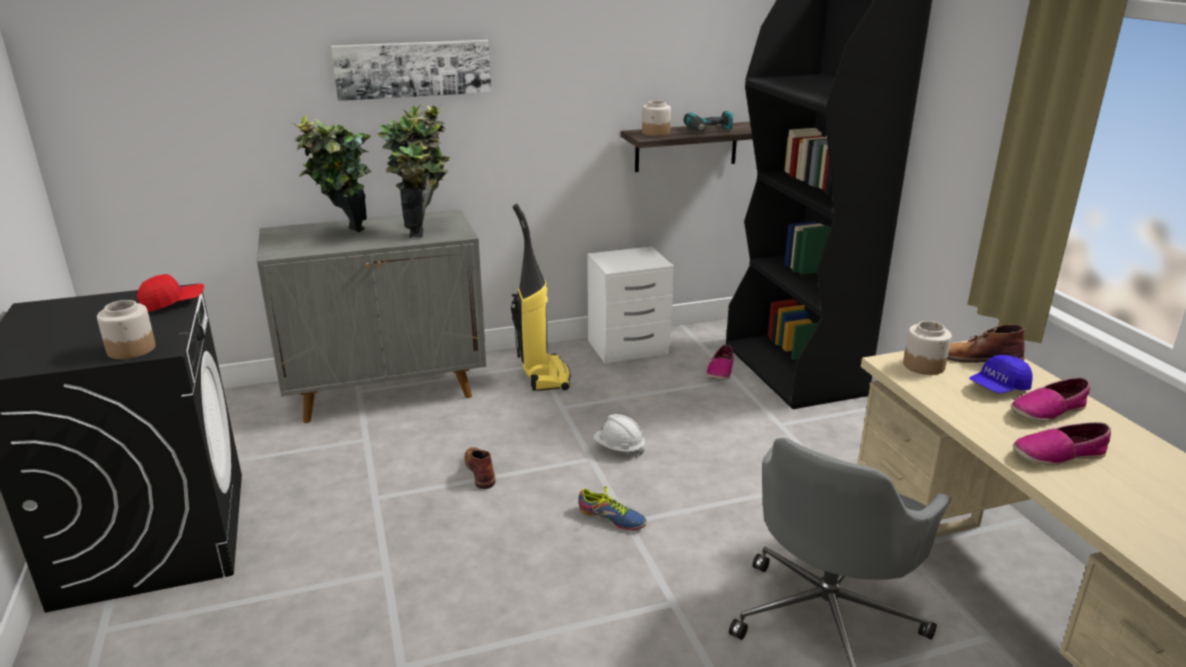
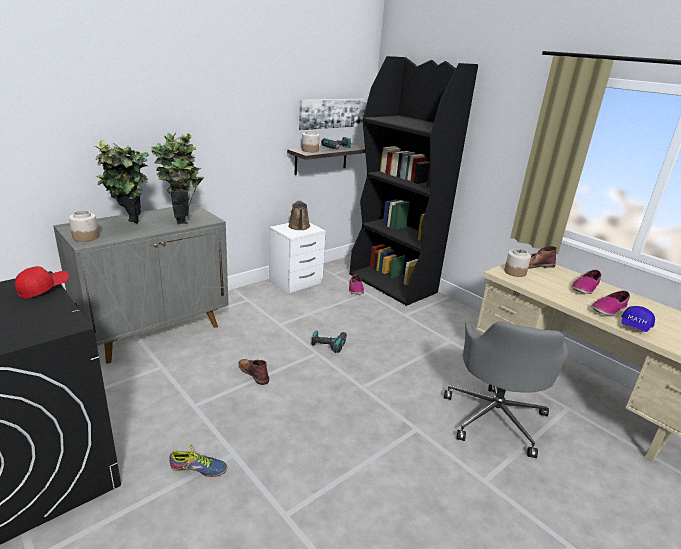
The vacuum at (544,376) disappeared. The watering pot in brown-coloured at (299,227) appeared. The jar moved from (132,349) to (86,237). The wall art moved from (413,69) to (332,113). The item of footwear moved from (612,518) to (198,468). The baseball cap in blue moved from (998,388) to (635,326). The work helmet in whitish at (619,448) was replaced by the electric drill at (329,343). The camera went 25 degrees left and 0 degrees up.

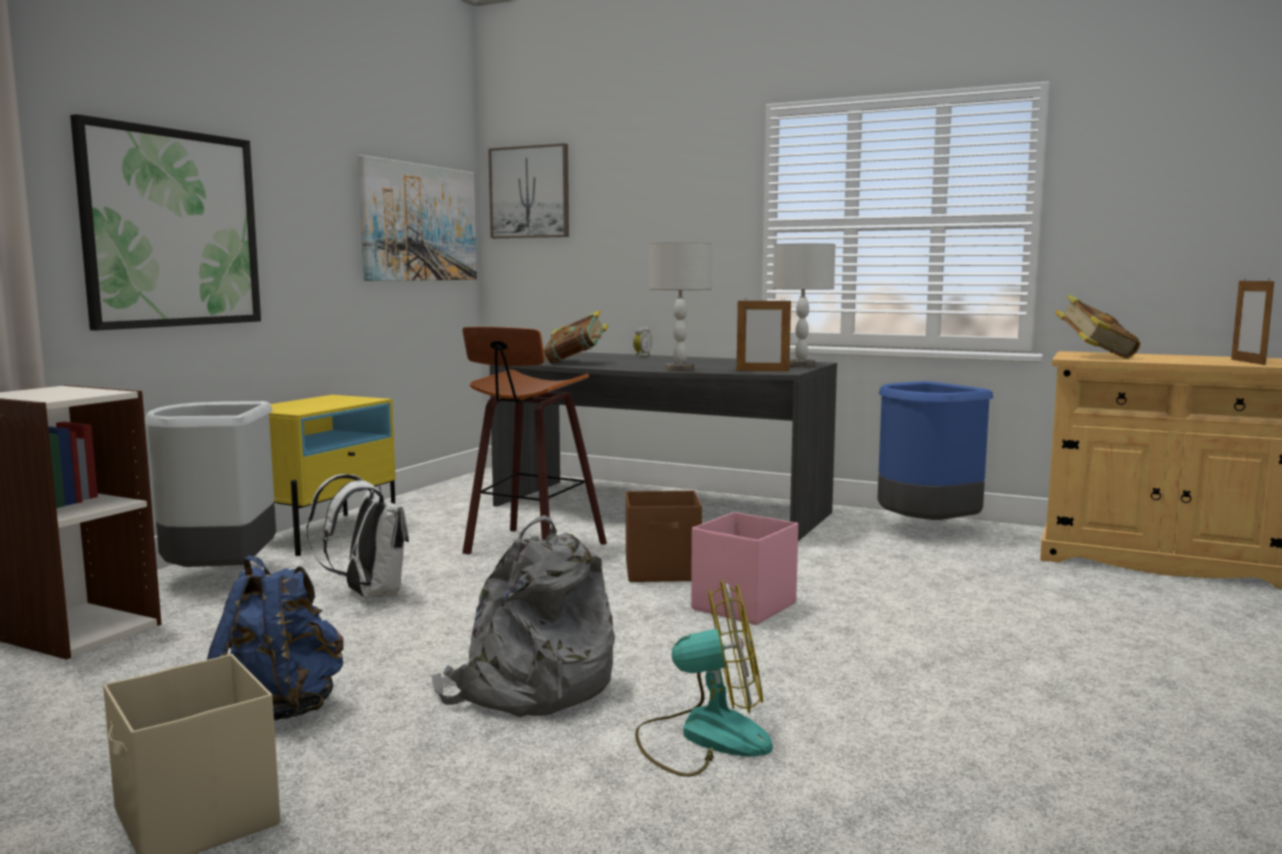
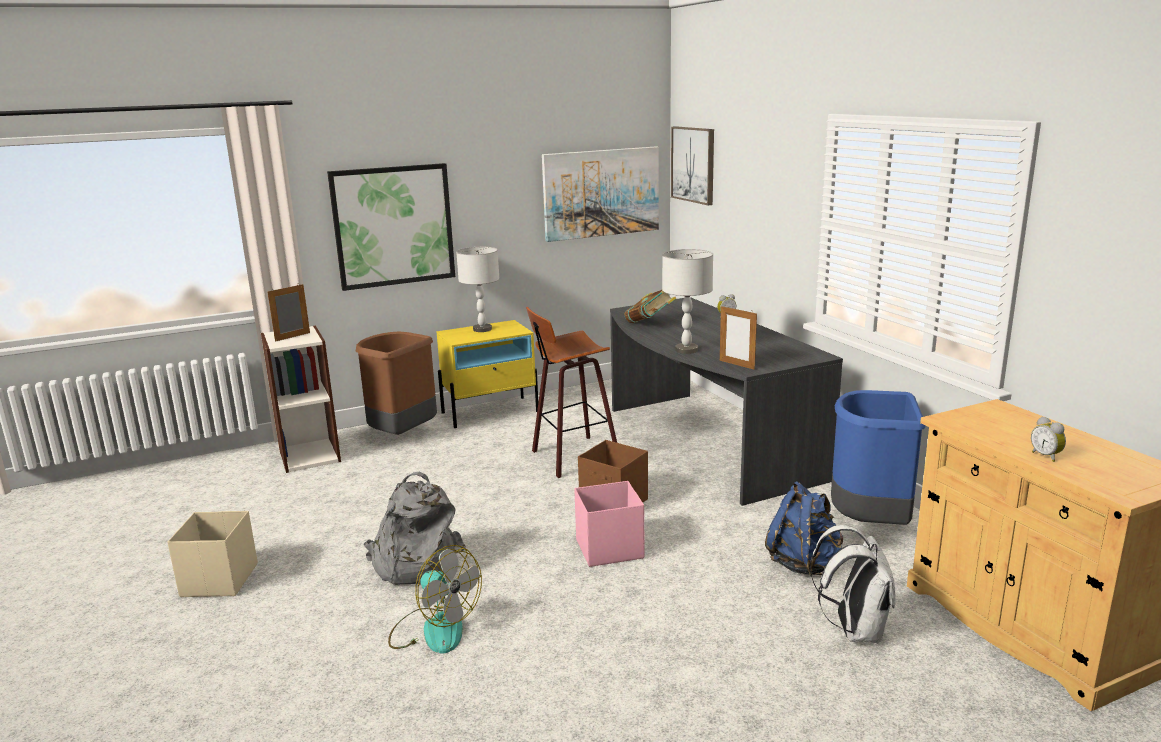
The book at (1094,356) disappeared. The bedside clock at (1046,456) appeared. The rucksack in blue moved from (281,708) to (804,564). The rucksack in whitish moved from (368,594) to (854,630). The table lamp in greyish moved from (801,365) to (482,329). The standing frame moved from (1248,362) to (292,337). The rubbish bin in greyish at (221,578) became the rubbish bin in brown-coloured at (401,436). The camera went 40 degrees right and 10 degrees up.

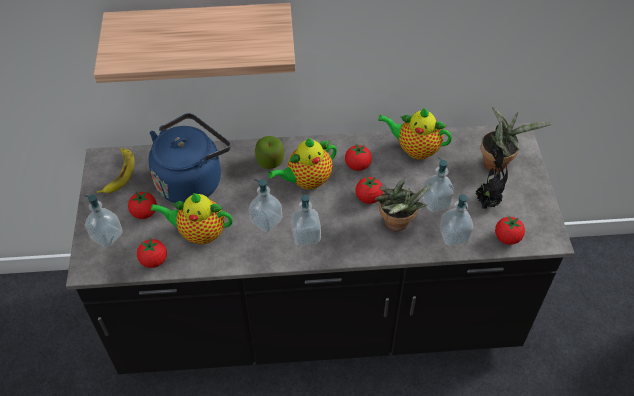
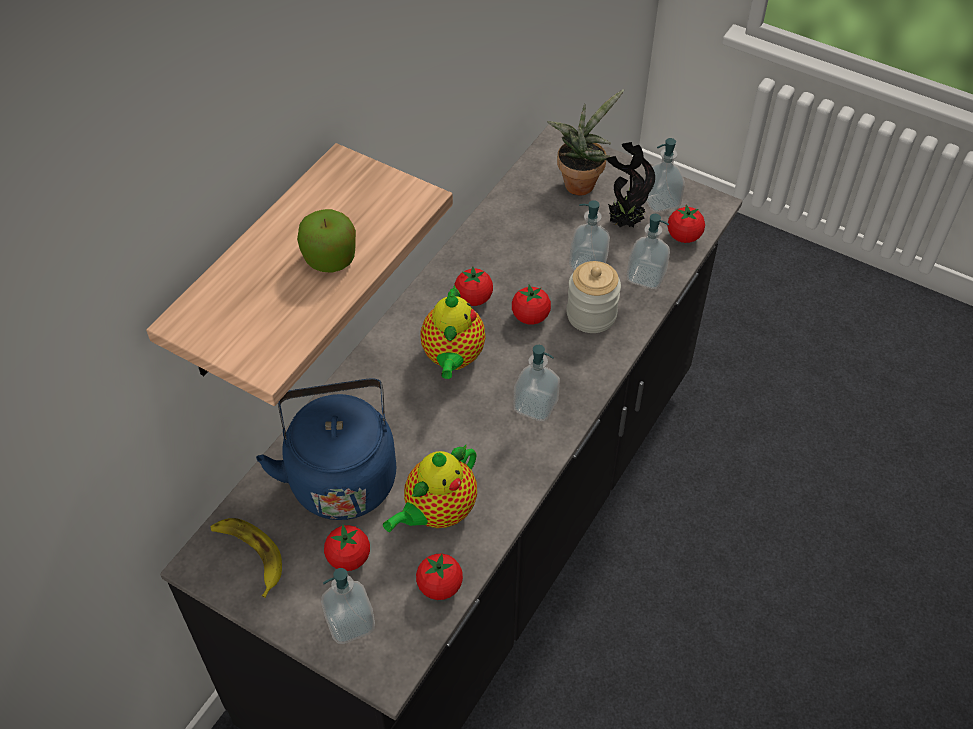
The teapot at (415,149) disappeared. The soap dispenser moved from (266,221) to (661,201). The apple fruit moved from (270,161) to (330,258). The plant in a pot at (397,225) was replaced by the jar at (591,315). The camera went 55 degrees left and 0 degrees up.

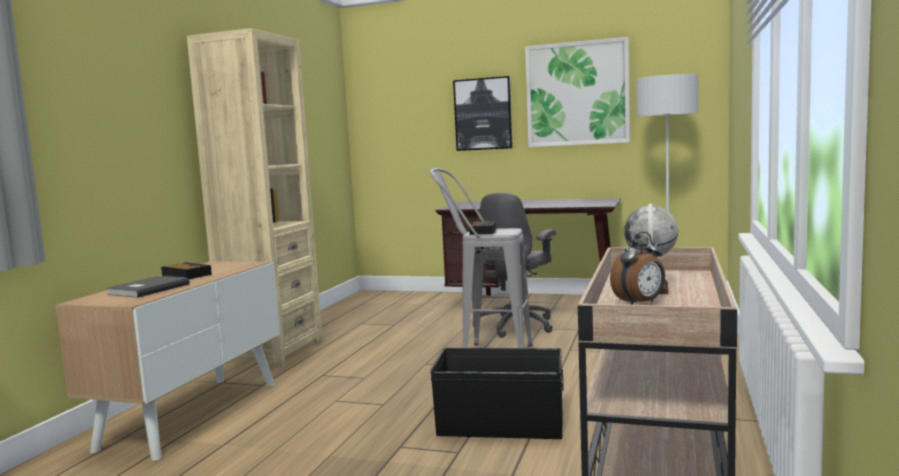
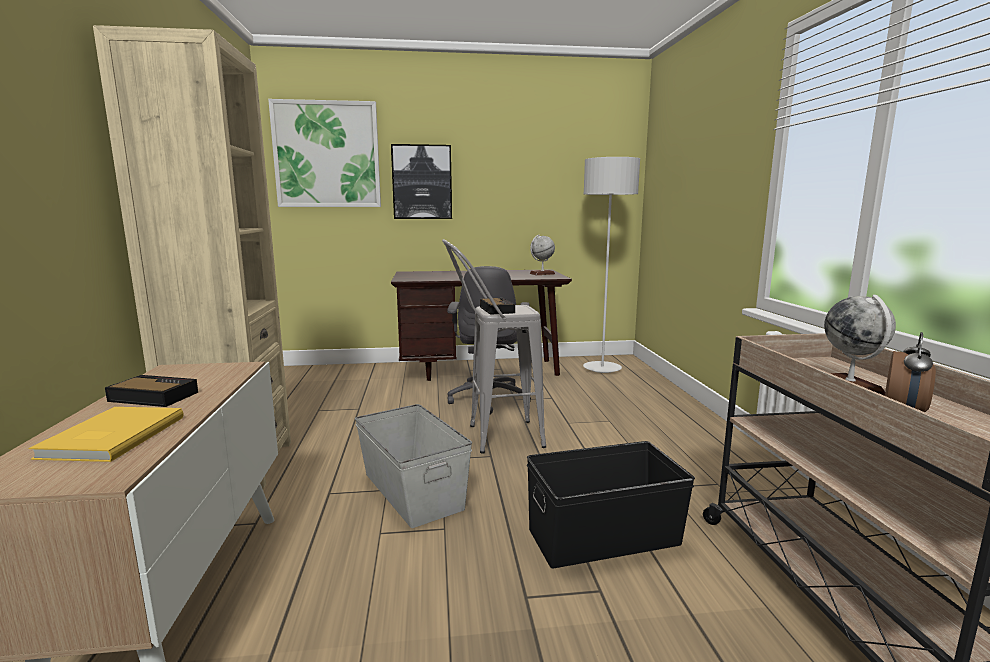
The storage bin in greyish at (413,490) appeared. The world globe at (542,274) appeared. The wall art moved from (577,94) to (327,155). The book in greyish at (147,289) became the book in yellow-coloured at (109,437). The camera went 25 degrees left and 5 degrees up.

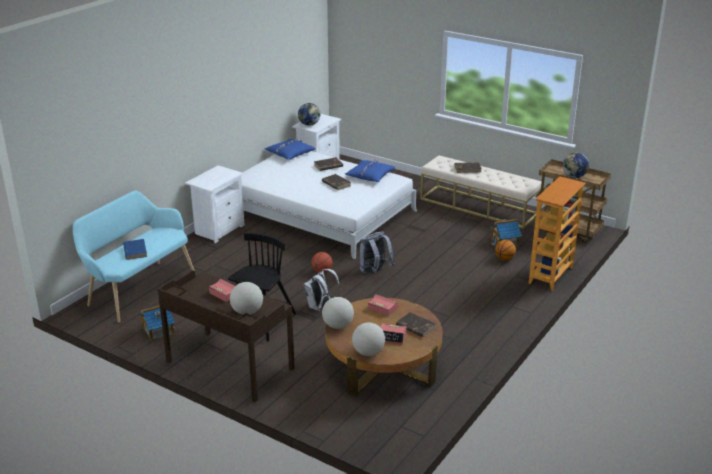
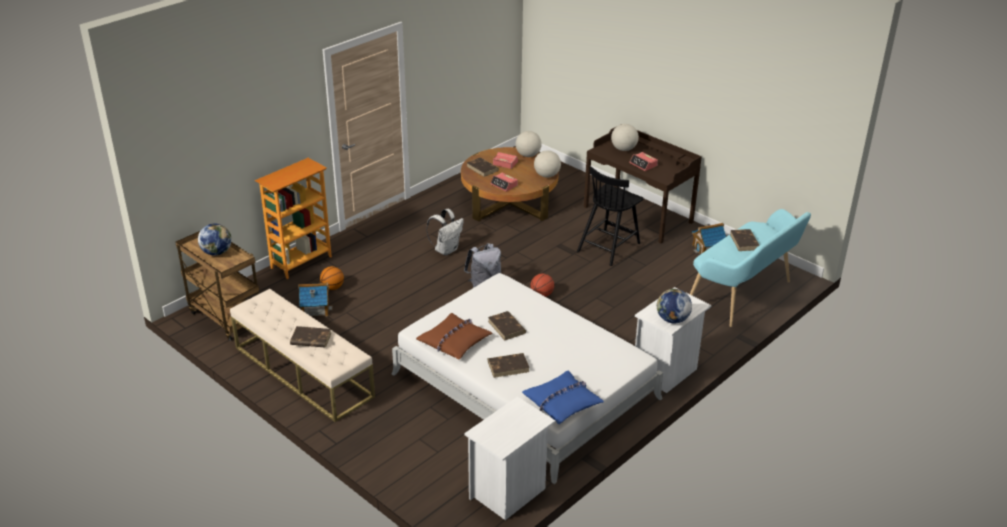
The world globe moved from (309,124) to (672,320). The rucksack in whitish moved from (320,307) to (446,250). The book in blue at (135,251) became the book in brown-coloured at (744,242). The cushion in blue at (370,175) became the cushion in brown-coloured at (454,342). The camera went 170 degrees left and 5 degrees up.

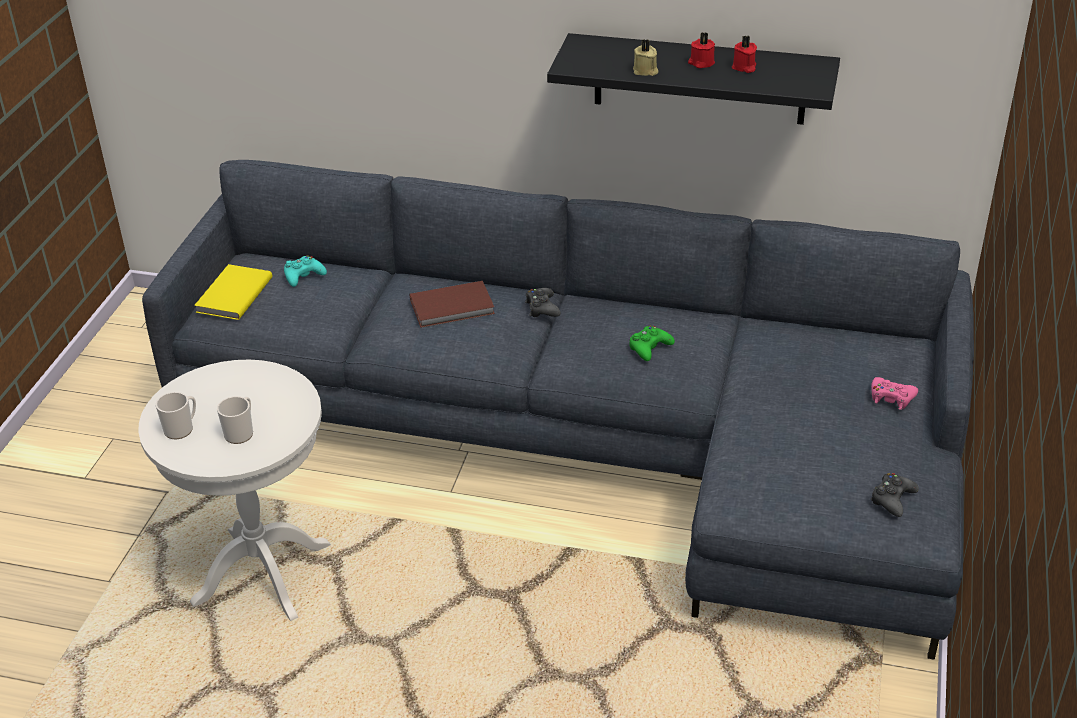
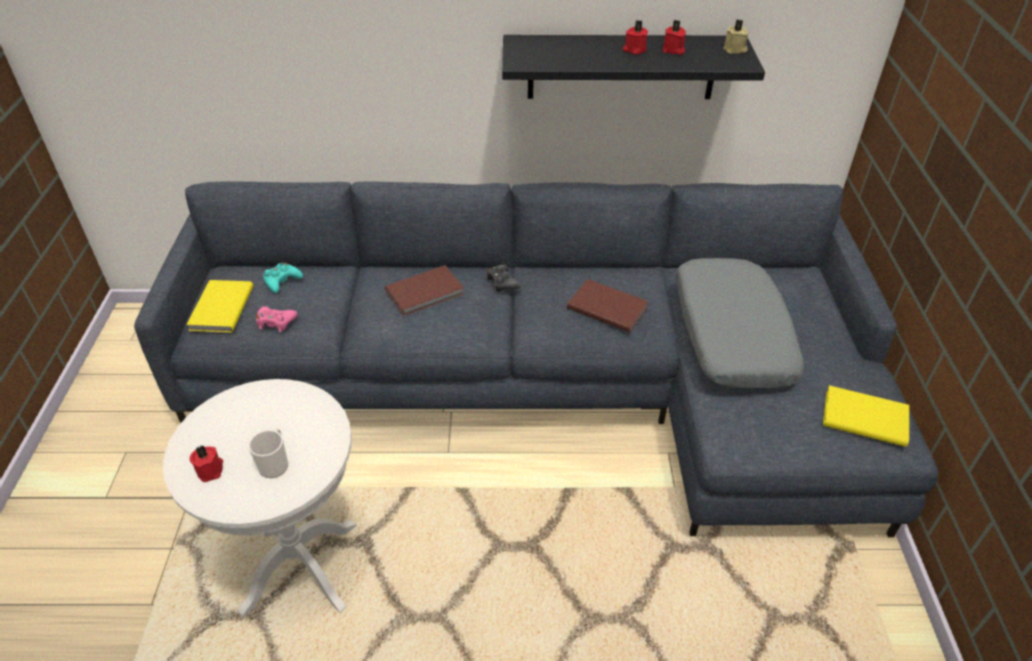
The cushion in greyish at (730,334) appeared. The wax light in beige moved from (645,71) to (735,49). The gamepad in pink moved from (891,397) to (275,322). The mug at (181,428) was replaced by the wax light in red-coloured at (211,470). The gamepad in greenish at (649,348) was replaced by the book in brown-coloured at (607,306). The gamepad in black at (892,499) was replaced by the book in yellow-coloured at (863,416). The camera went 15 degrees left and 5 degrees up.

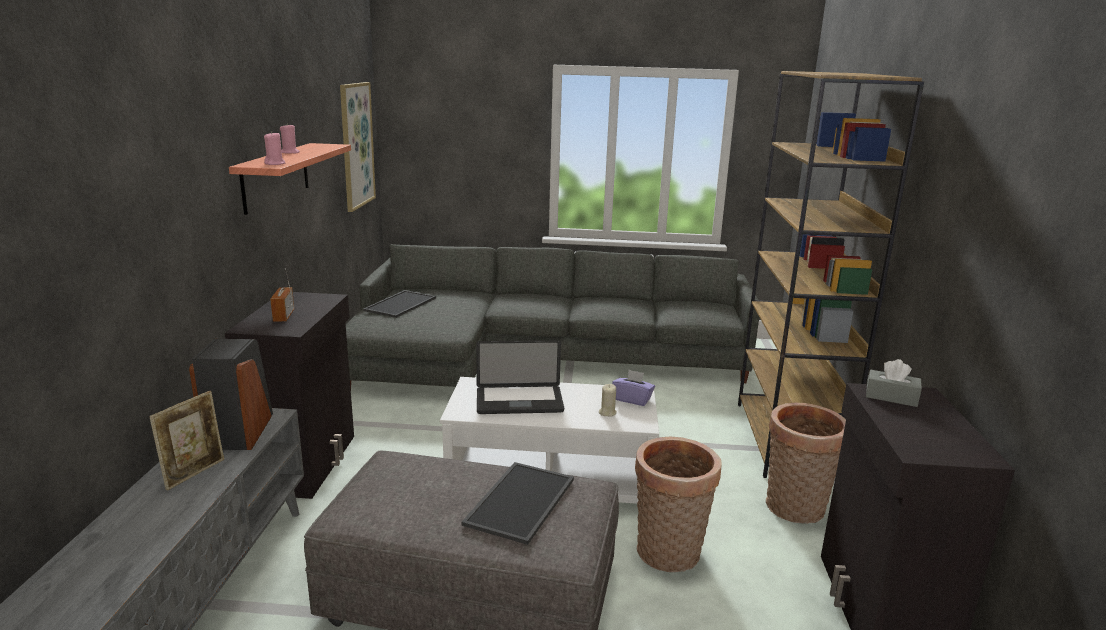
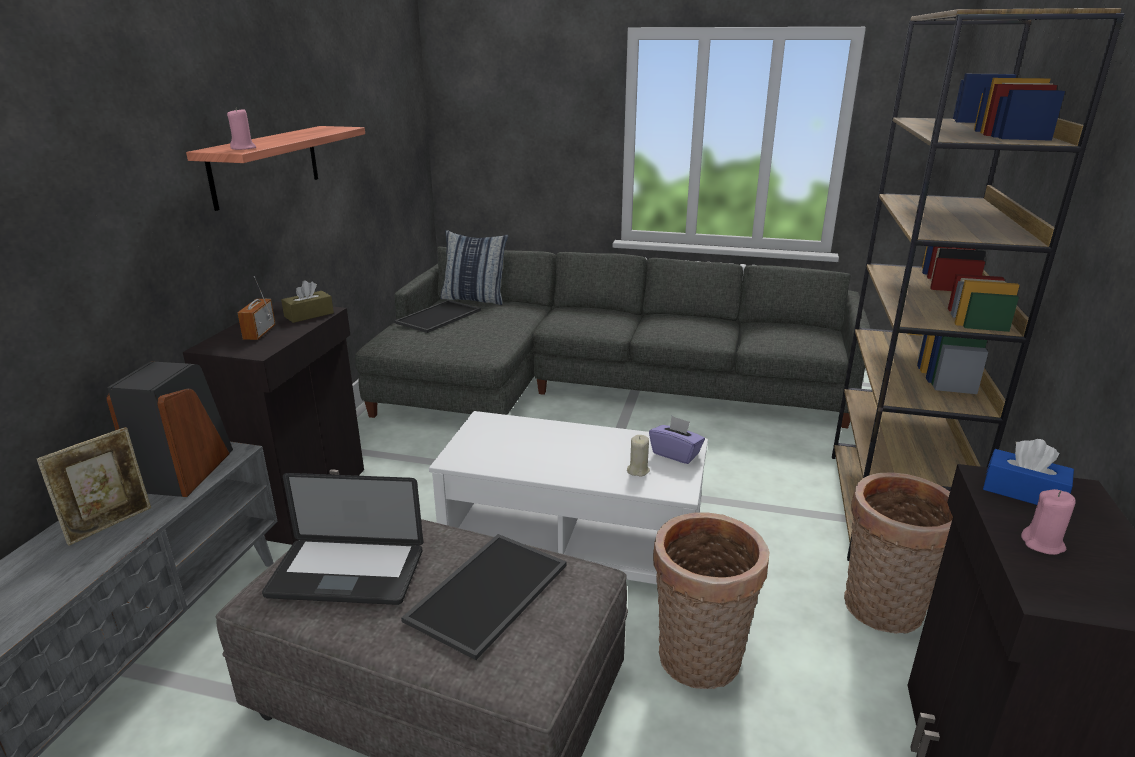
The wall art at (356,145) disappeared. The tissue holder in brown-coloured at (309,315) appeared. The cushion at (474,299) appeared. The wax light in pink moved from (290,152) to (1043,544). The laptop moved from (519,401) to (346,573). The tissue holder in greyish at (891,397) became the tissue holder in blue at (1023,492). The camera went 10 degrees right and 5 degrees up.

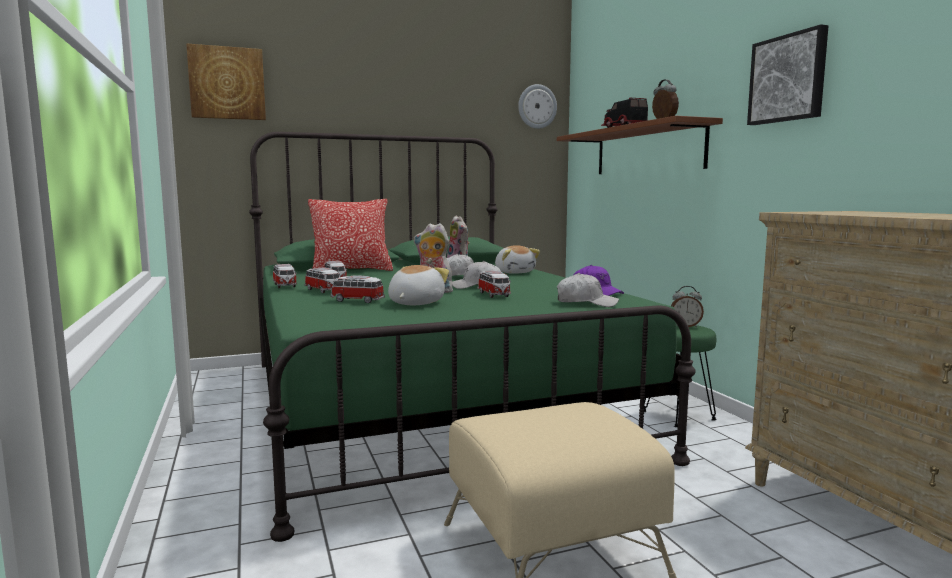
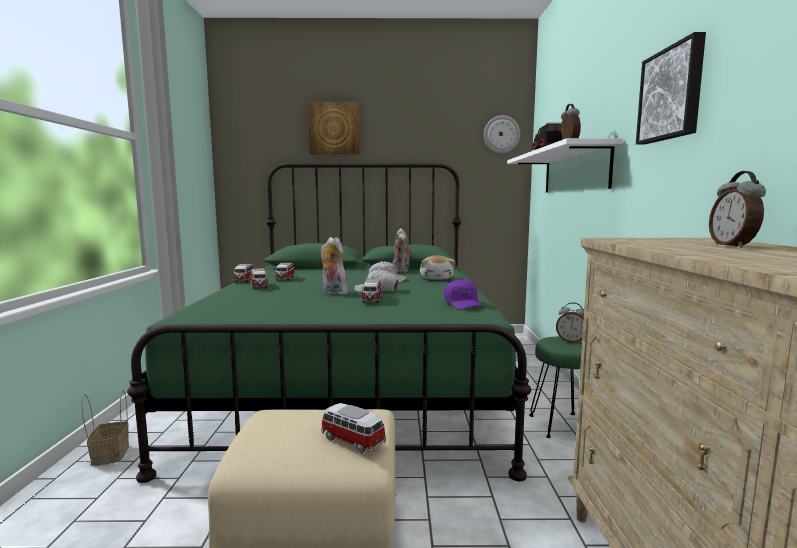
The cushion at (352,270) disappeared. The cuddly toy at (414,303) disappeared. The baseball cap in whitish at (586,303) disappeared. The basket at (110,454) appeared. The bedside clock at (733,246) appeared. The wall art moved from (227,83) to (334,129). The miniature car moved from (356,301) to (351,440). The wall shelf in brown-coloured at (647,150) became the wall shelf in whitish at (574,171). The camera went 20 degrees right and 0 degrees up.

